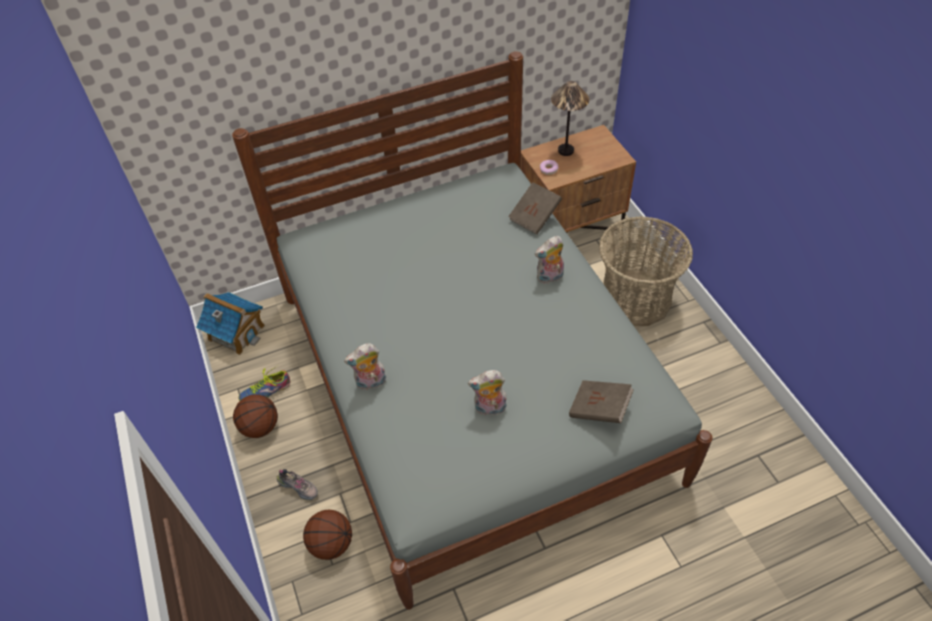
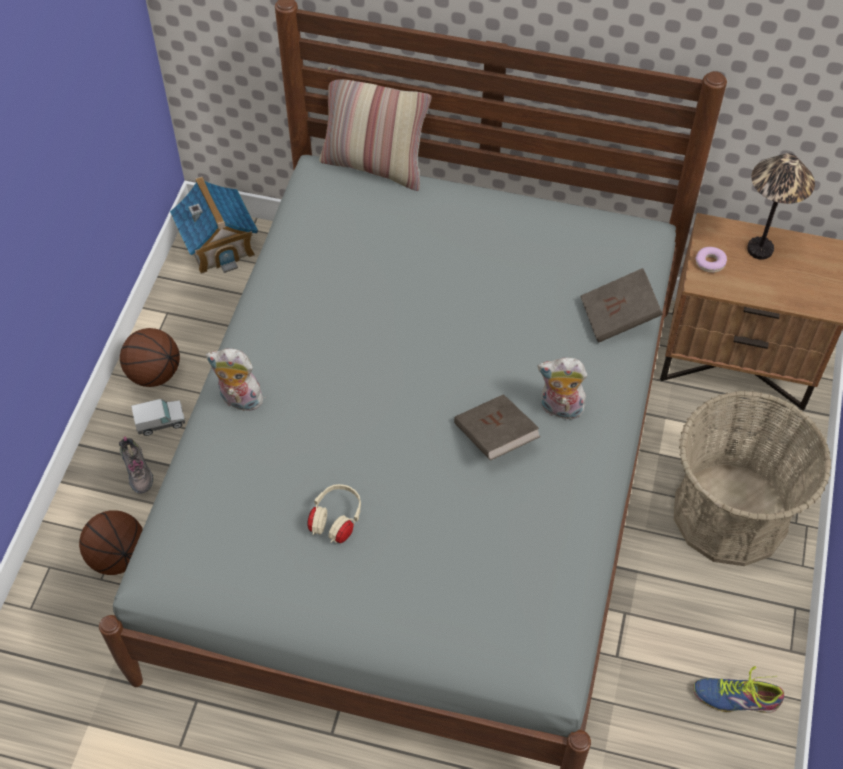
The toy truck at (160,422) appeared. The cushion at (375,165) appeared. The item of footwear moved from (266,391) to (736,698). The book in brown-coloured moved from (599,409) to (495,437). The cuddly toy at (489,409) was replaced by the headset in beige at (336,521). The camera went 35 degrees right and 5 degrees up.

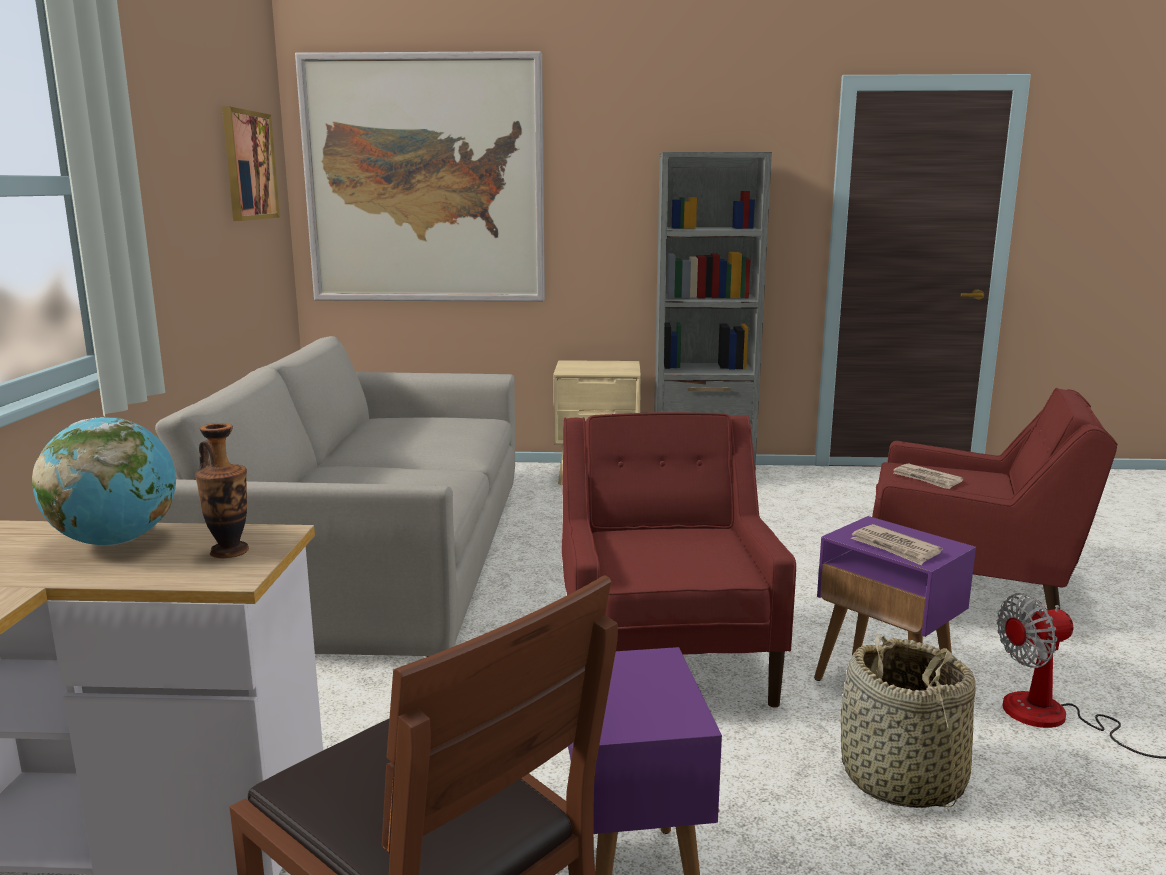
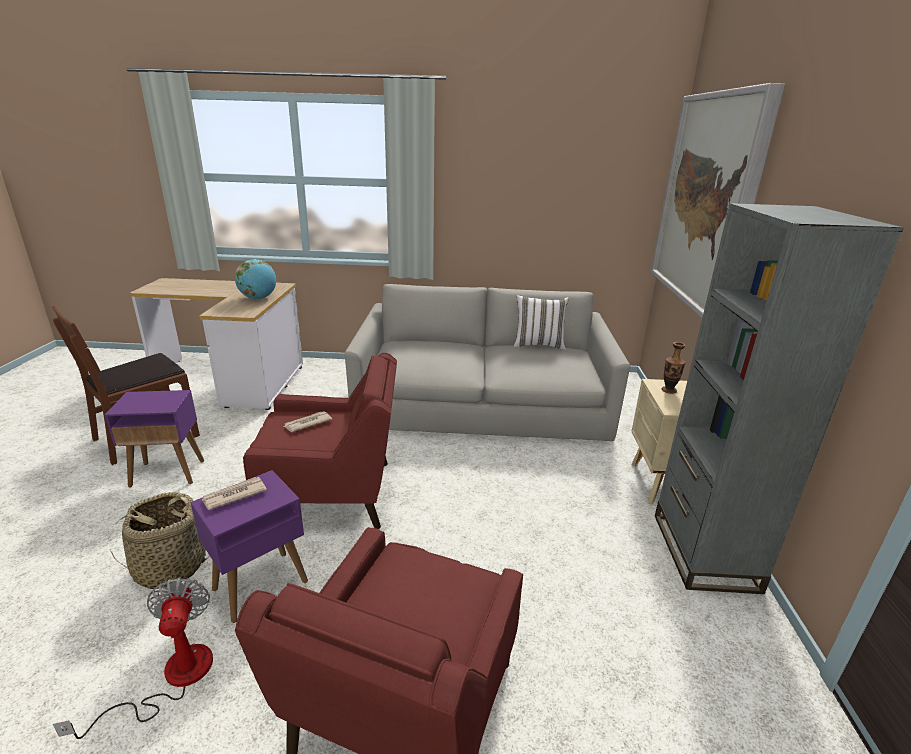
The wall art at (249,165) disappeared. The cushion in whitish at (538,345) appeared. The decorative vase moved from (229,552) to (668,390). The printed paper moved from (927,479) to (307,423). The camera went 90 degrees right and 10 degrees up.

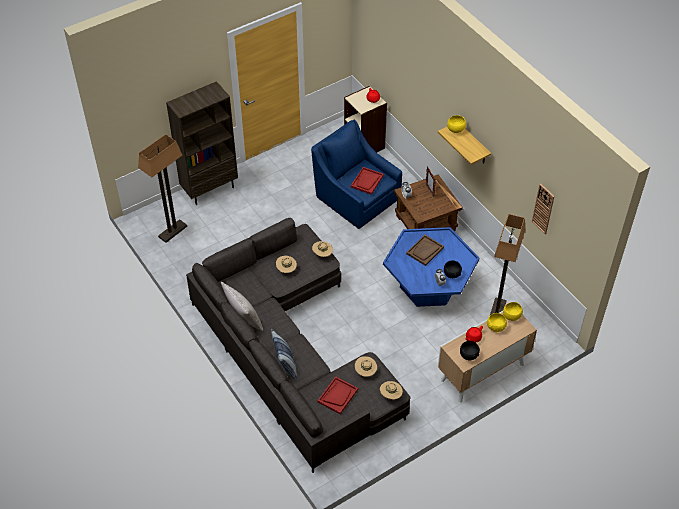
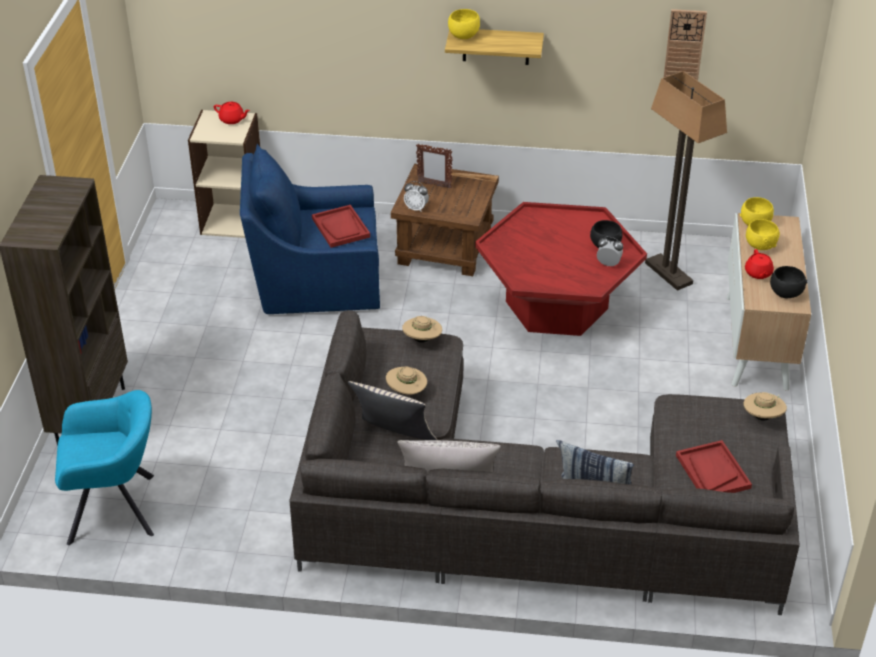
The hat in beige at (365,371) disappeared. The tray in brown-coloured at (425,251) disappeared. The cushion in beige at (393,438) appeared. The standing lamp at (172,232) was replaced by the easy chair in turquoise at (116,508). The lounge table in blue at (428,286) became the lounge table in red-coloured at (556,305). The camera went 50 degrees left and 10 degrees down.

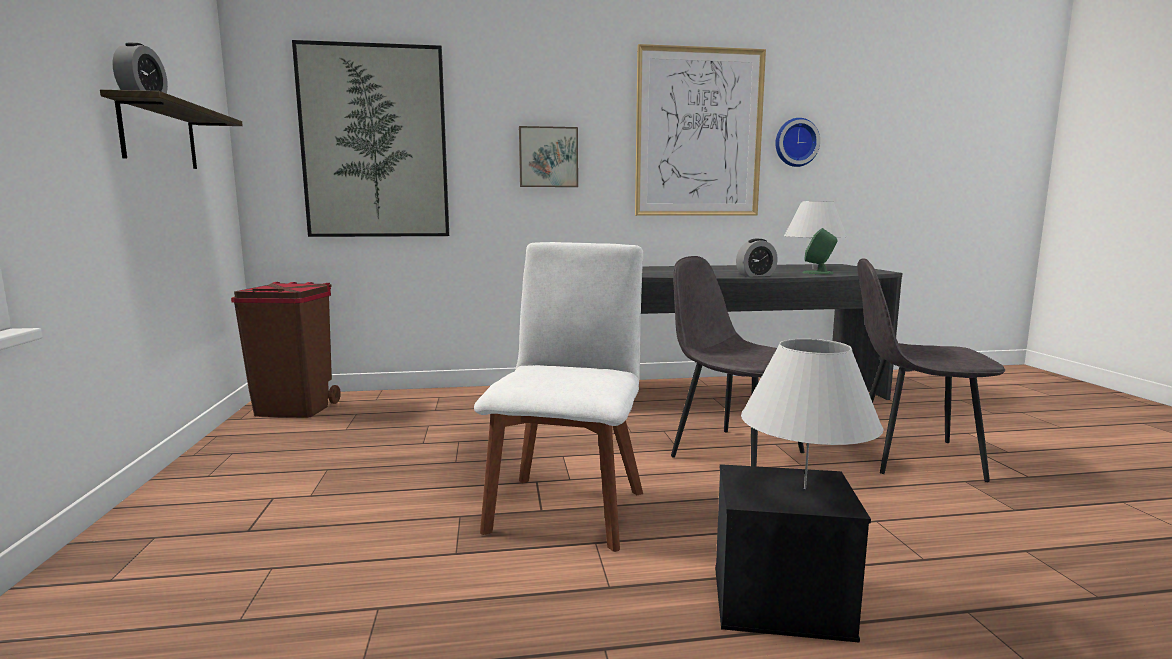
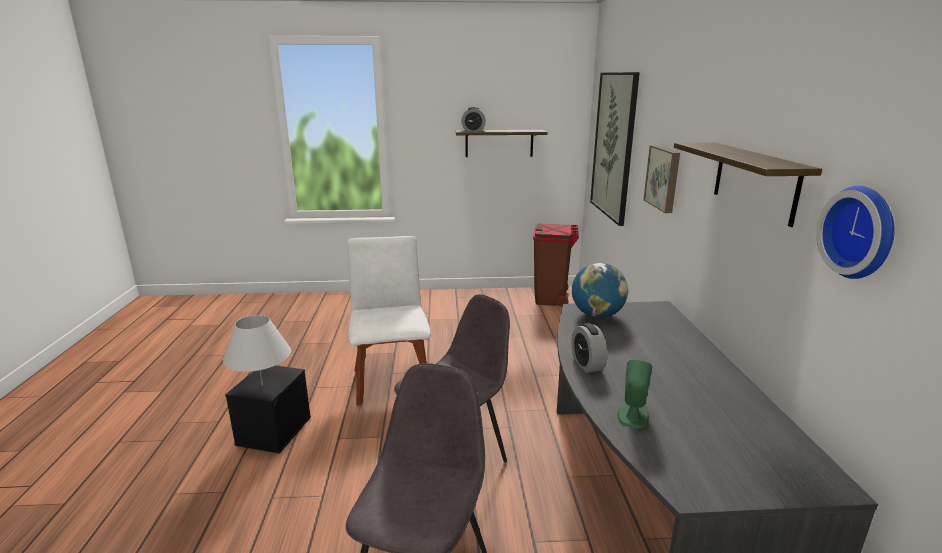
The table lamp in whitish at (812,269) disappeared. The world globe at (597,315) appeared. The wall art at (698,133) was replaced by the wall shelf at (754,181). The plain chair in whitish at (567,507) turned 120 degrees counterclockwise. The camera went 95 degrees right and 10 degrees up.

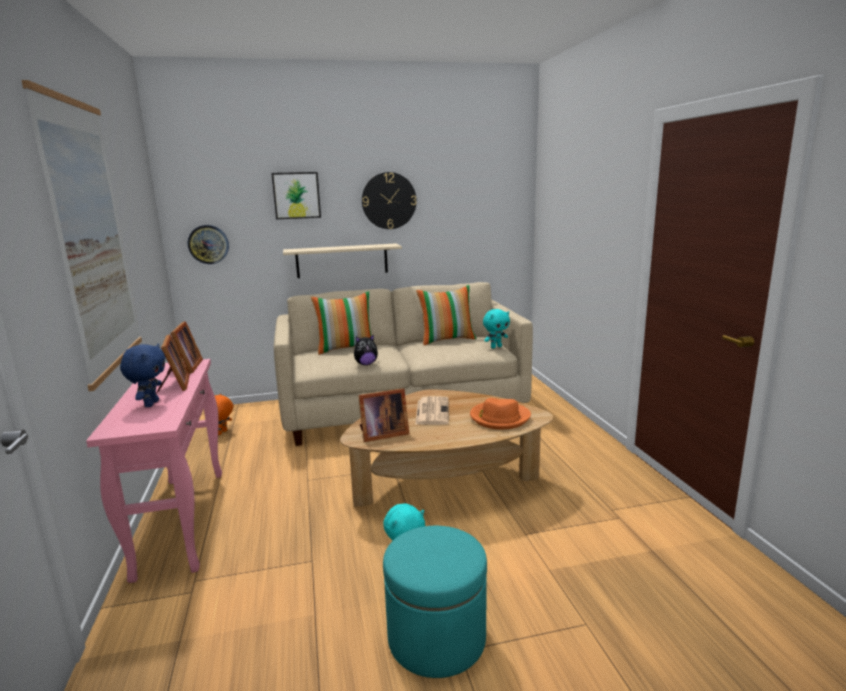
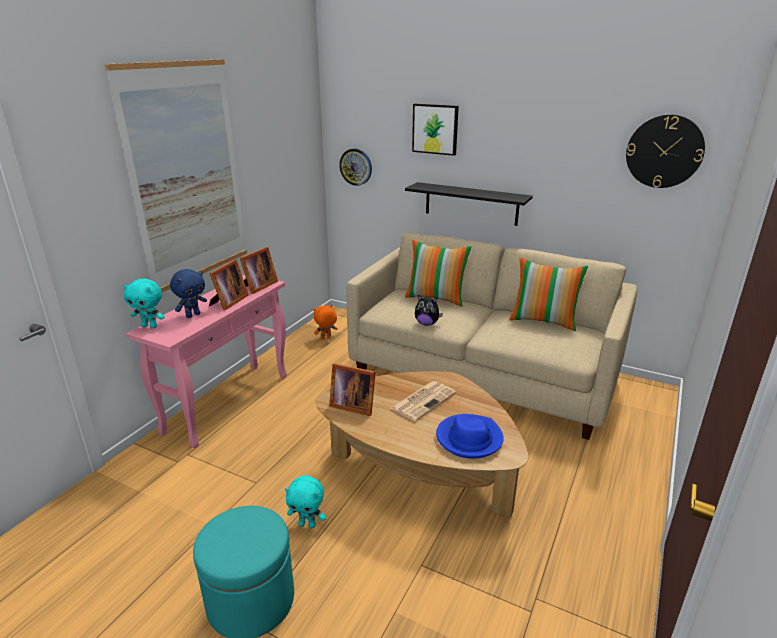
The hanging clock moved from (389,201) to (664,151). The cuddly toy in turquoise moved from (496,347) to (150,326). The wall shelf in beige at (342,260) became the wall shelf in black at (471,203). The hat in orangey at (499,418) became the hat in blue at (469,438). The camera went 40 degrees right and 10 degrees up.

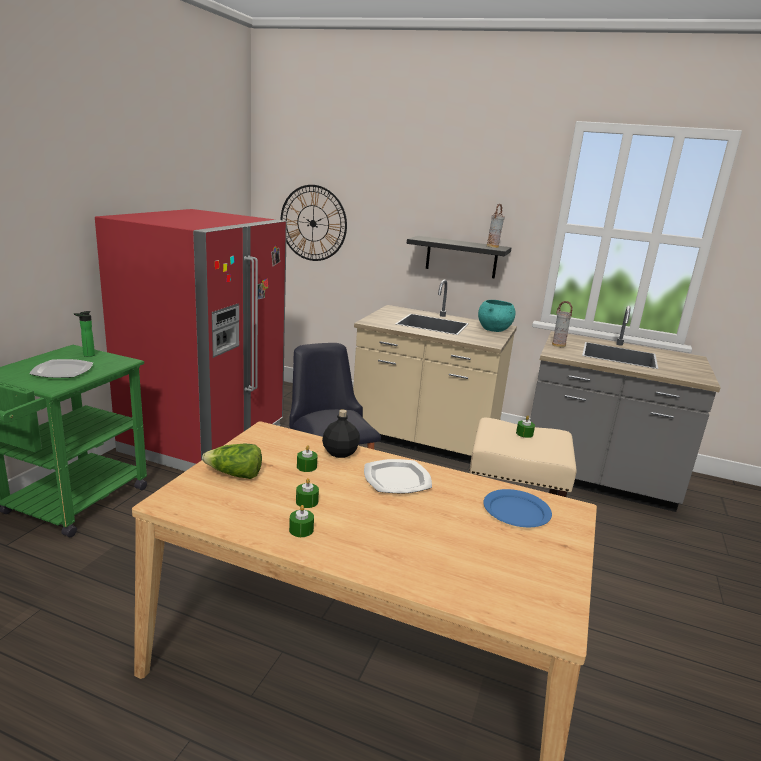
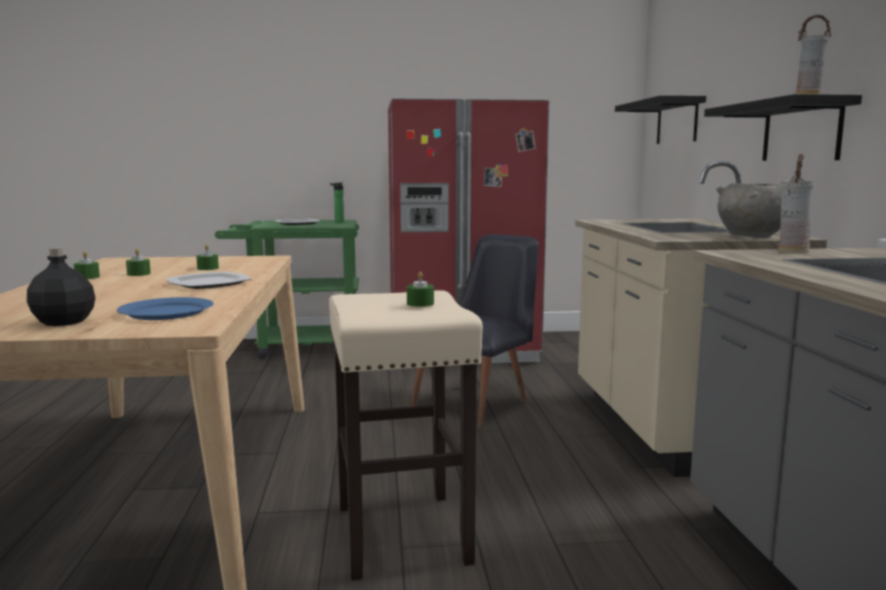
The lettuce at (235,475) disappeared. The beverage bottle in black moved from (340,453) to (63,322). The hanging clock at (313,223) was replaced by the wall shelf in black at (677,122). The serving bowl in turquoise at (494,330) became the serving bowl in greyish at (751,236). The camera went 65 degrees right and 10 degrees down.

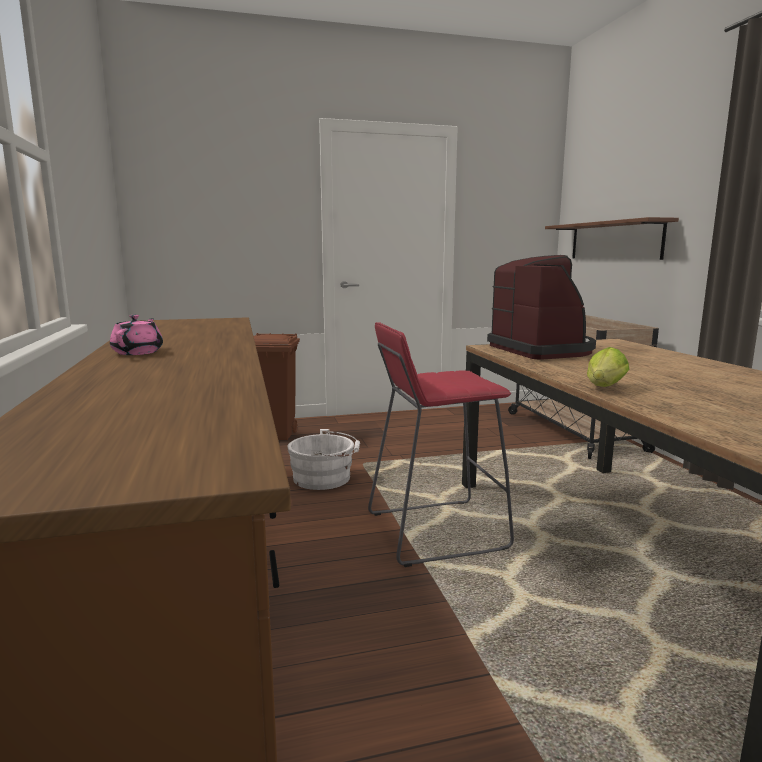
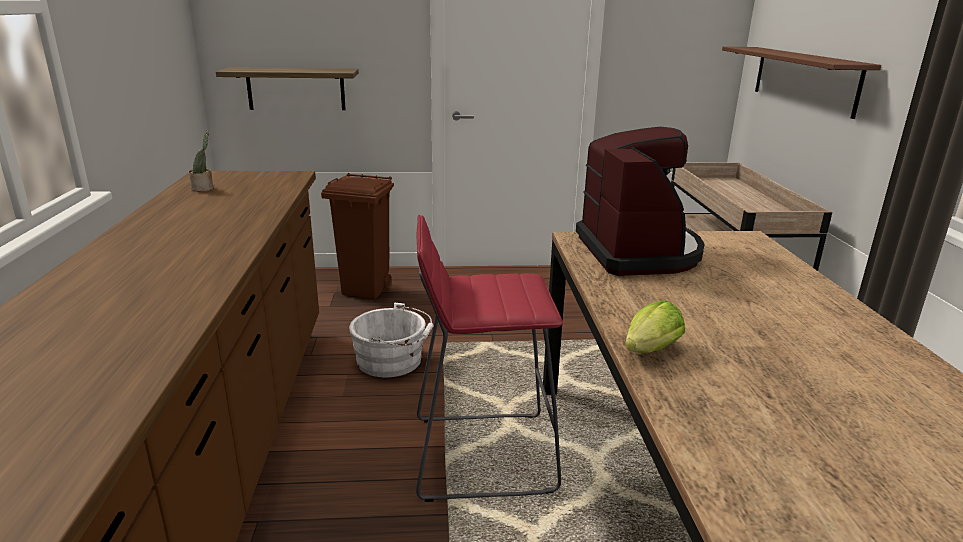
The teapot in pink at (138,352) disappeared. The plant in a pot at (204,188) appeared. The wall shelf at (296,89) appeared. The camera went 10 degrees right and 10 degrees up.

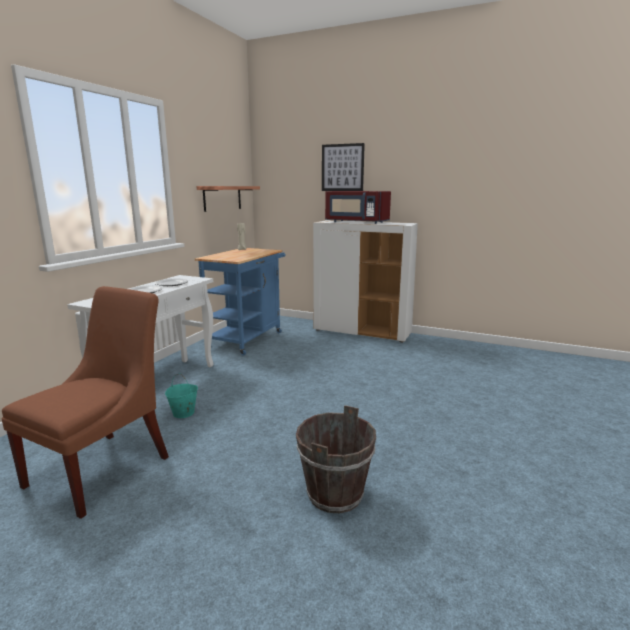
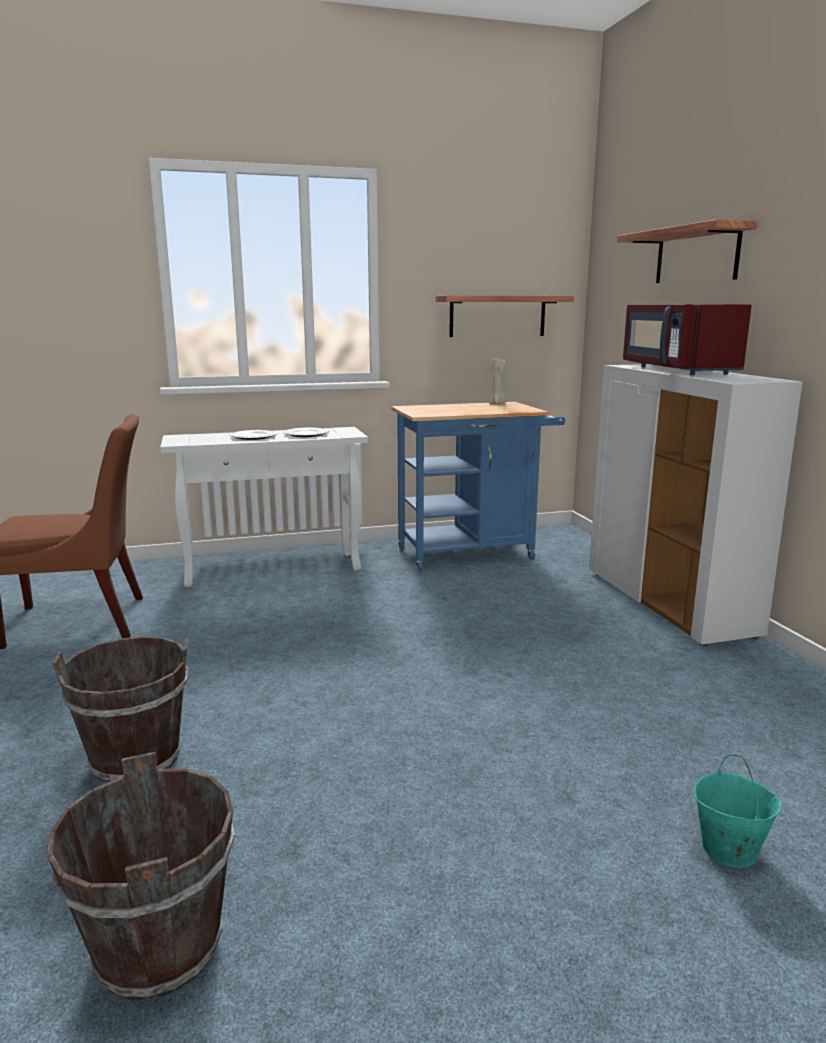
The pail in brown-coloured at (158,949) appeared. The pail in turquoise moved from (183,413) to (728,850). The wall art at (342,167) was replaced by the wall shelf at (696,255). The camera went 50 degrees right and 0 degrees up.

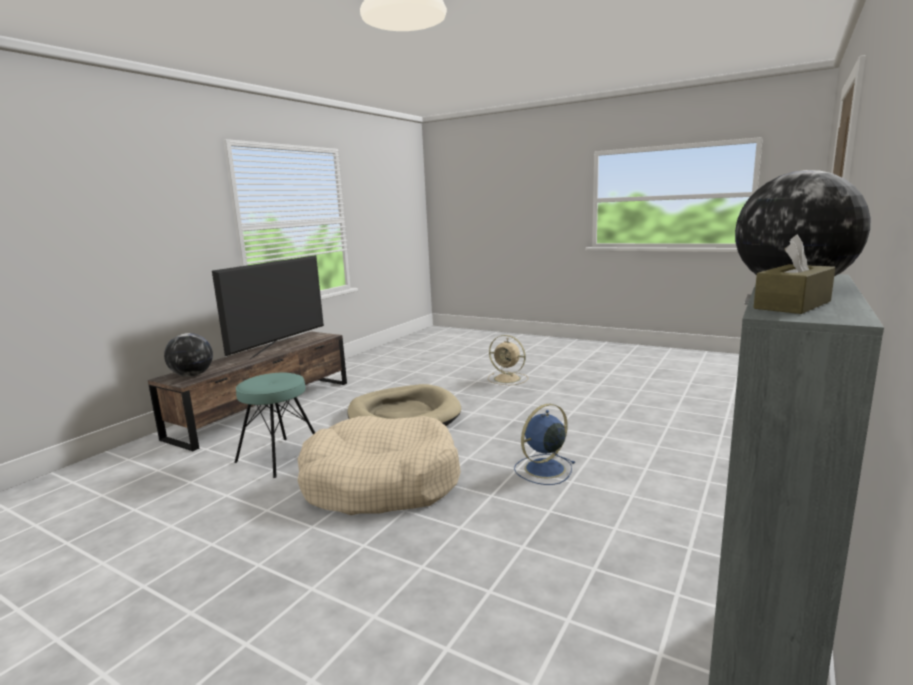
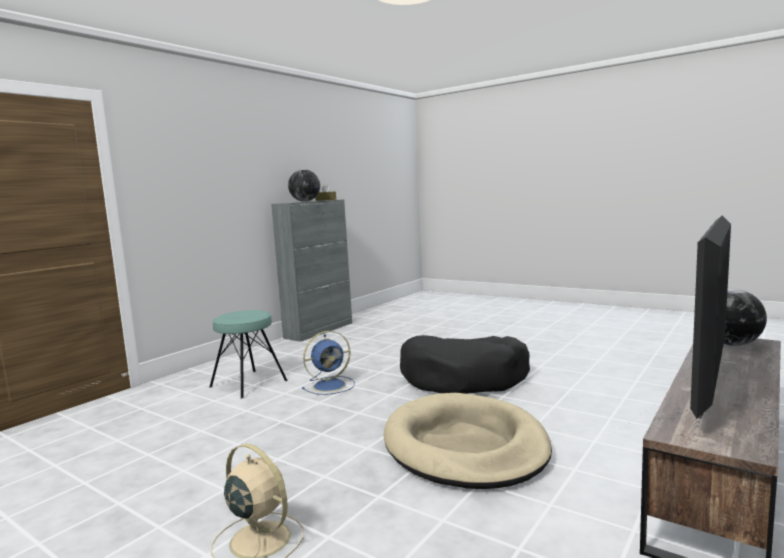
The stool in turquoise moved from (280,457) to (248,384). The pet bed in beige at (381,482) became the pet bed in black at (464,379). The camera went 175 degrees left and 5 degrees down.

